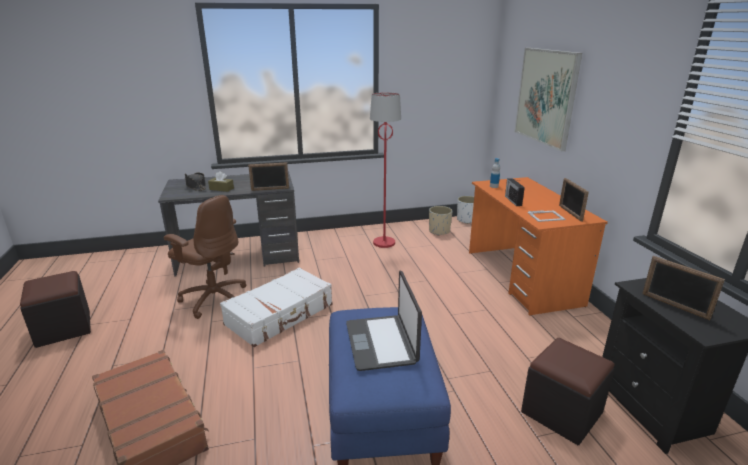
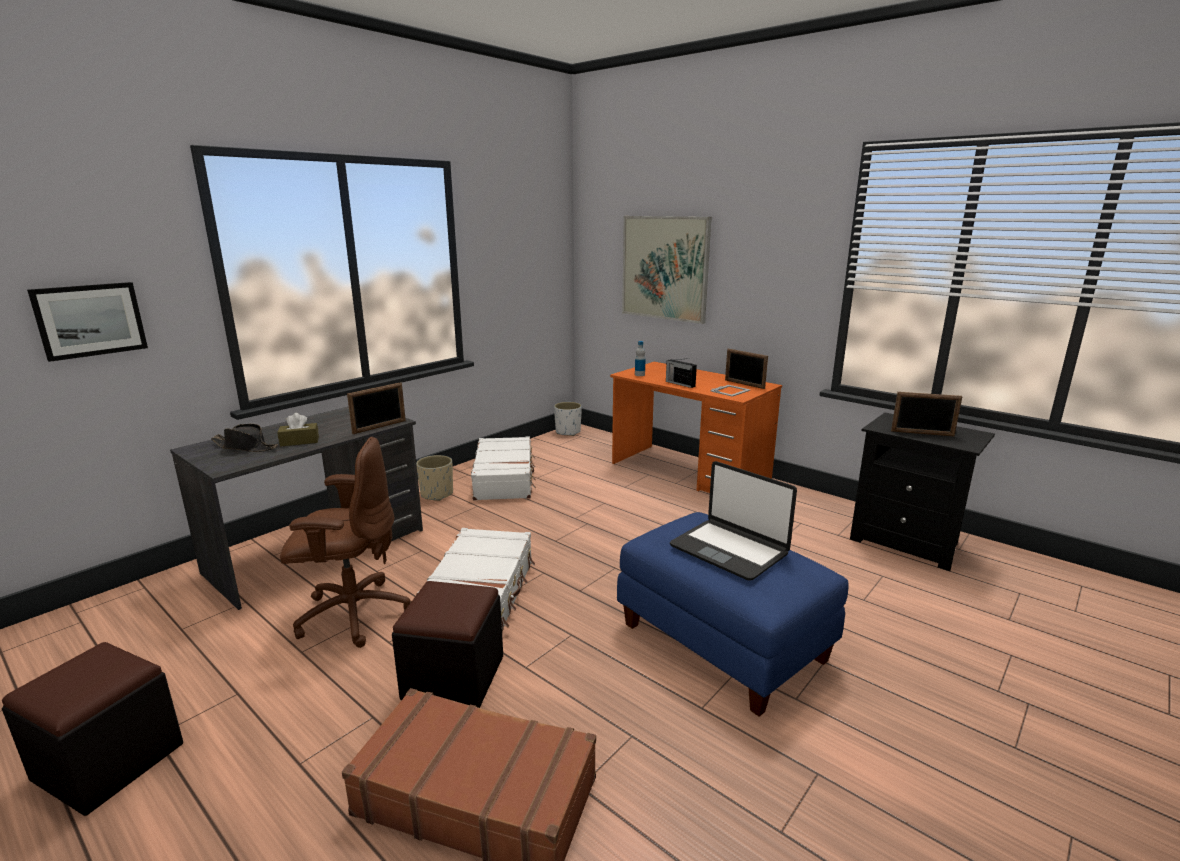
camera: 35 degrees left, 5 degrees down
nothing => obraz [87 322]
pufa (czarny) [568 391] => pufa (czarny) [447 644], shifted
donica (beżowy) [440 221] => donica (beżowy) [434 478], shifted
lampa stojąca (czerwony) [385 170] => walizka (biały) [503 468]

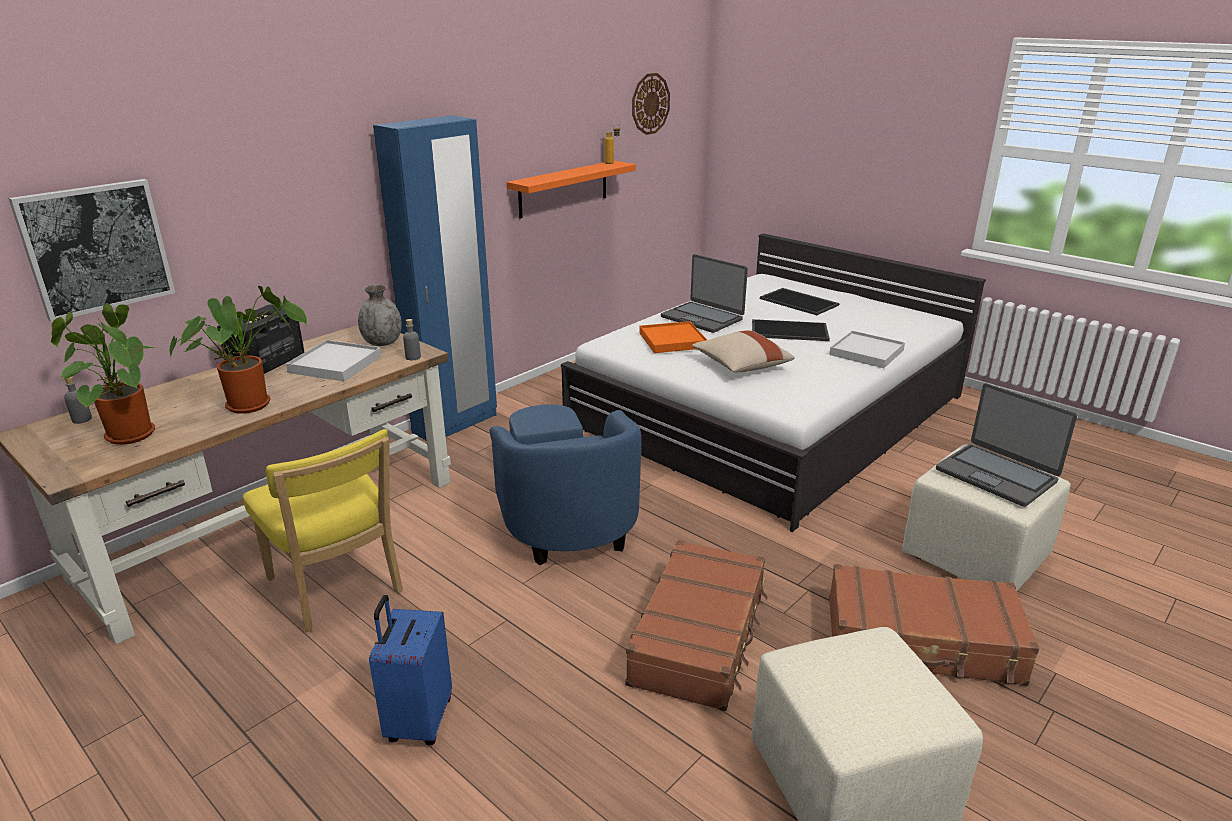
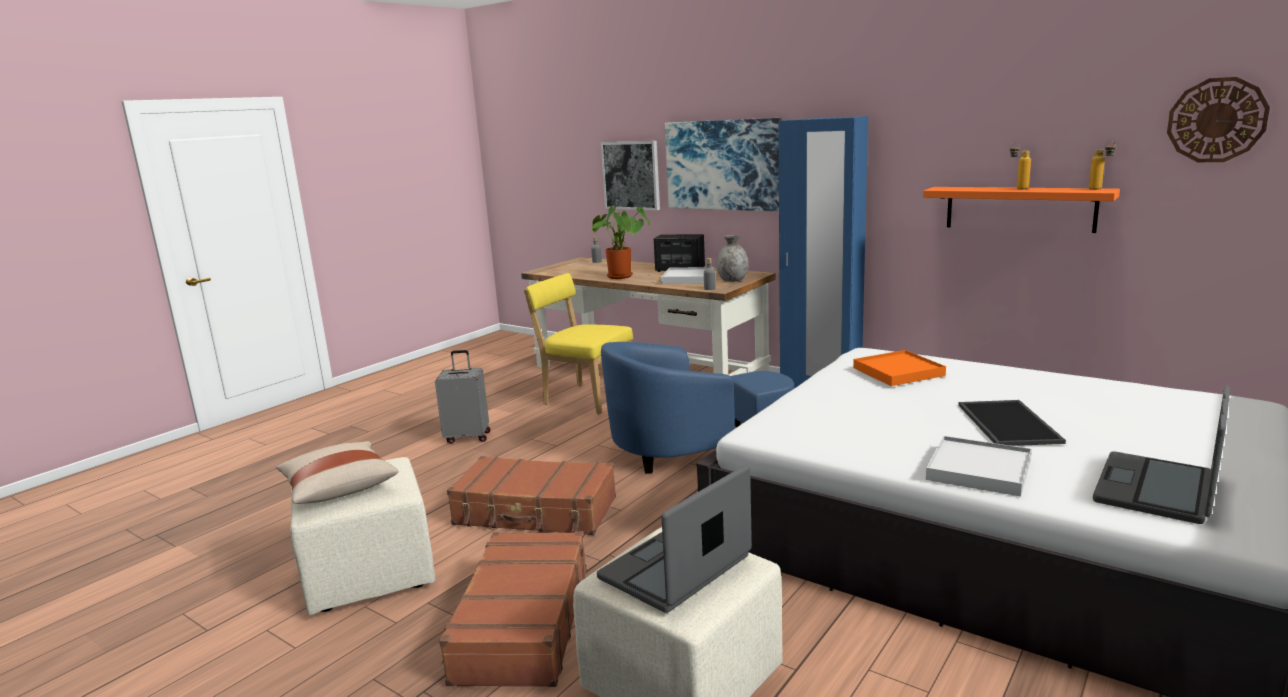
camera: 85 degrees right, 10 degrees down
poduszka (beżowy) [743 351] => poduszka (beżowy) [337 472], shifted
walizka (niebieski) [410 670] => walizka (szary) [462 397]
krzesło (żółty) [323 530] => krzesło (żółty) [578 343], 75 degrees clockwise
nothing => obraz [723 164]
nothing => butelka [1020 166]
laptop [704 293] => laptop [1161 454], shifted
roślina doniczkowa [103 374] => nothing
taca [799 301] => nothing

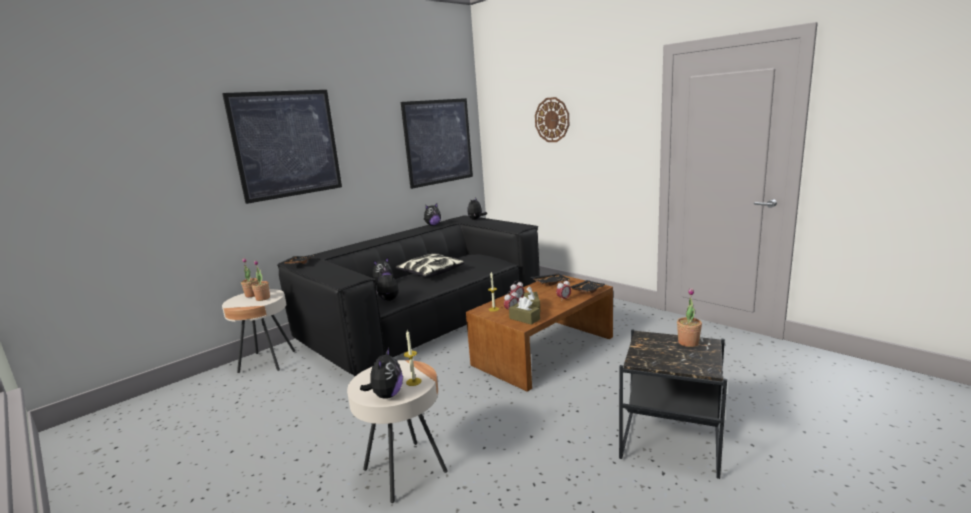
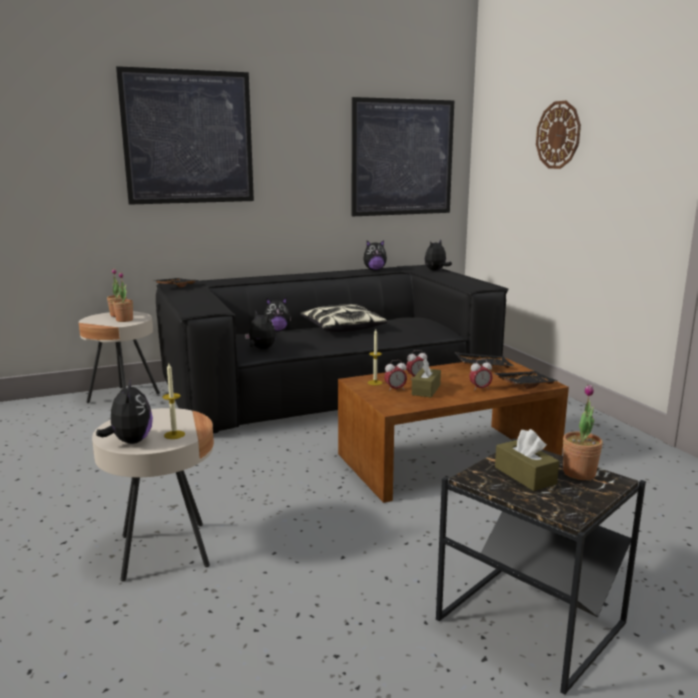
camera: 20 degrees right, 0 degrees up
pluszak [381 373] => pluszak [124 411], 45 degrees counterclockwise
pudełko chusteczek (brązowy) [524 311] => pudełko chusteczek (brązowy) [527 460], shifted

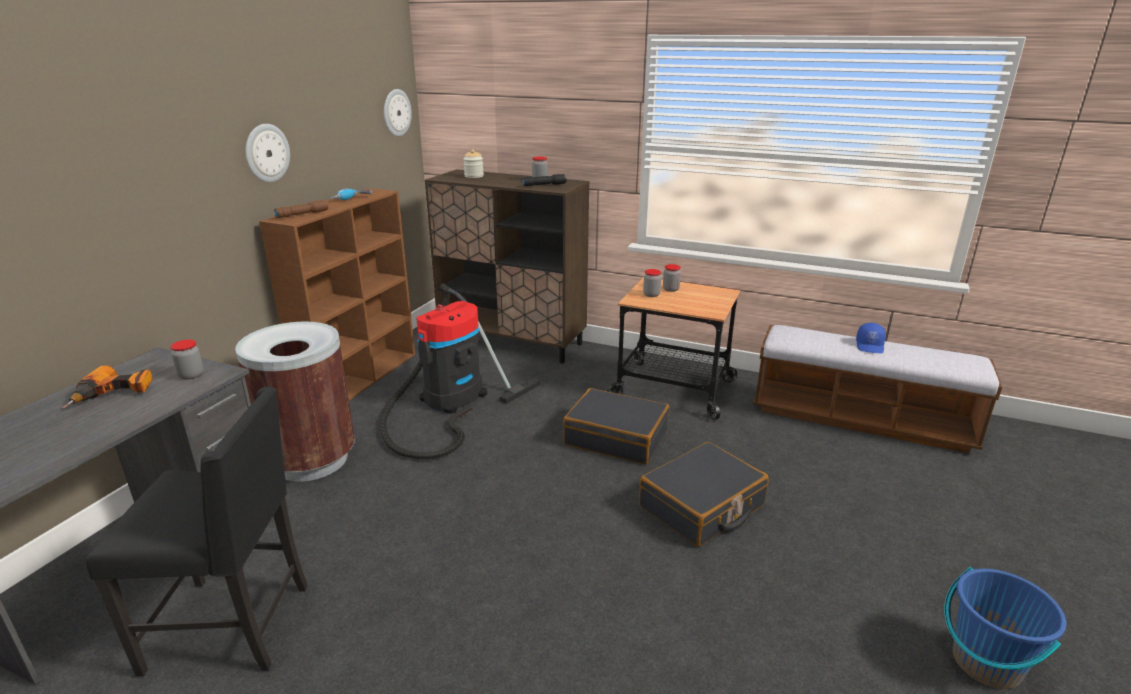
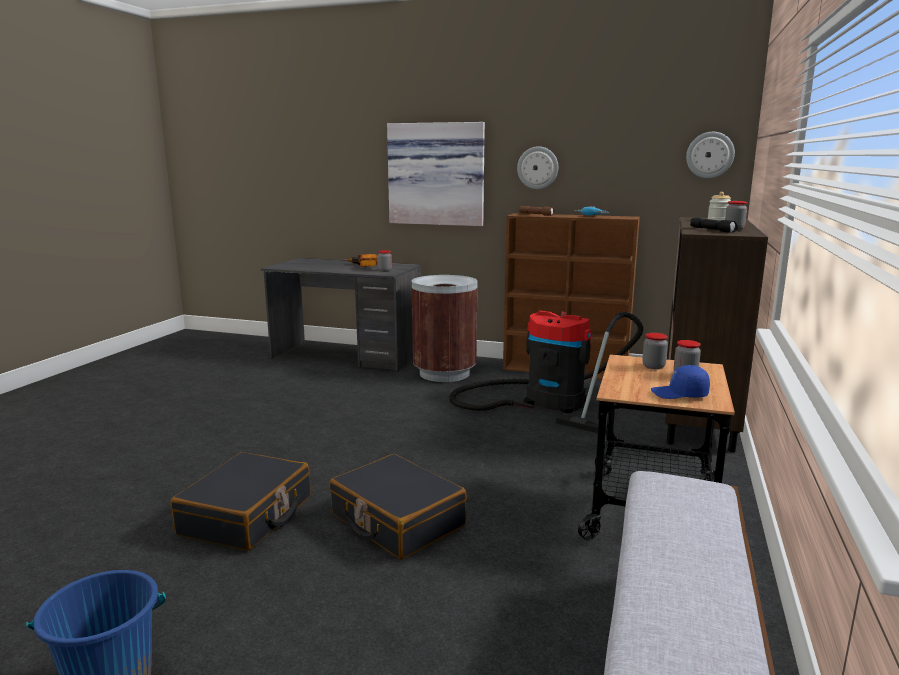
camera: 85 degrees right, 10 degrees down
walizka (czarny) [616 426] => walizka (czarny) [240 501], shifted
nothing => obraz [436 174]
czapka z daszkiem (niebieski) [871 338] => czapka z daszkiem (niebieski) [680 382], shifted
krzesło (czarny) [197 531] => nothing

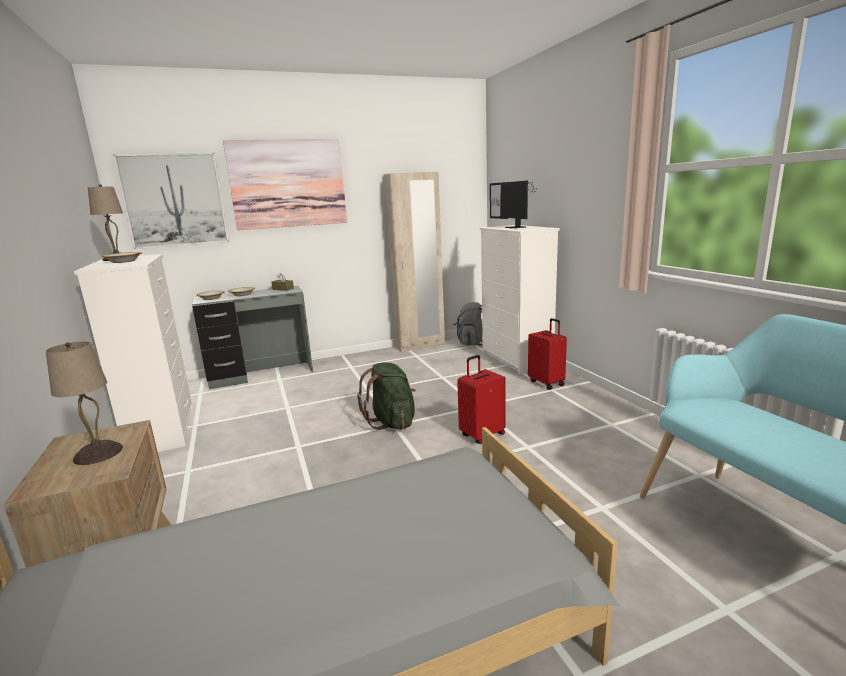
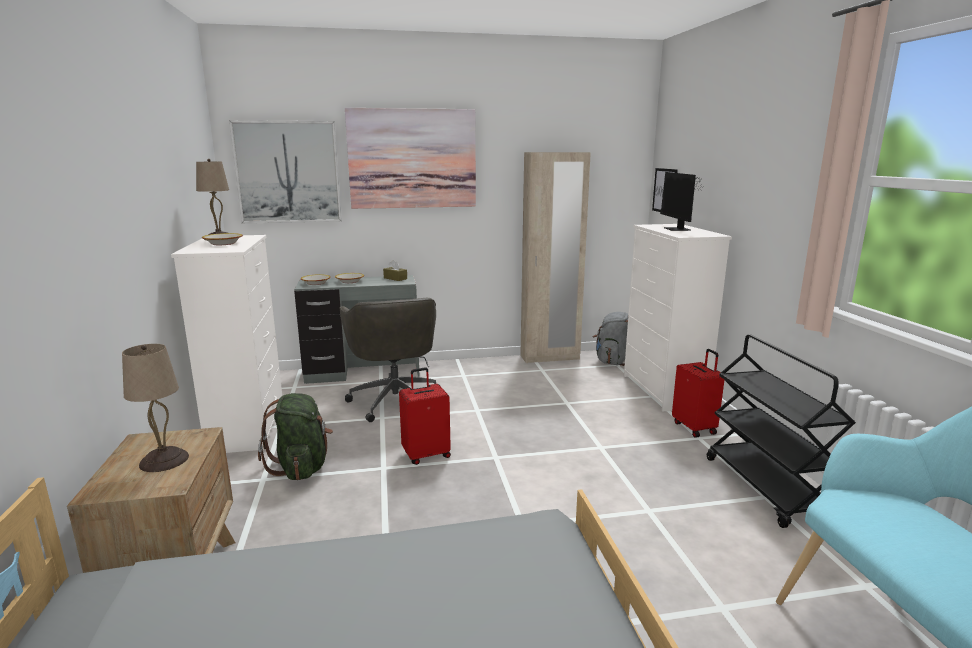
camera: 10 degrees right, 0 degrees up
plecak (zielony) [386 396] => plecak (zielony) [295 436], shifted
nothing => krzesło biurowe (szary) [387 360]
walizka (czerwony) [481 399] => walizka (czerwony) [425 416], shifted
nothing => wózek (czarny) [781 431]

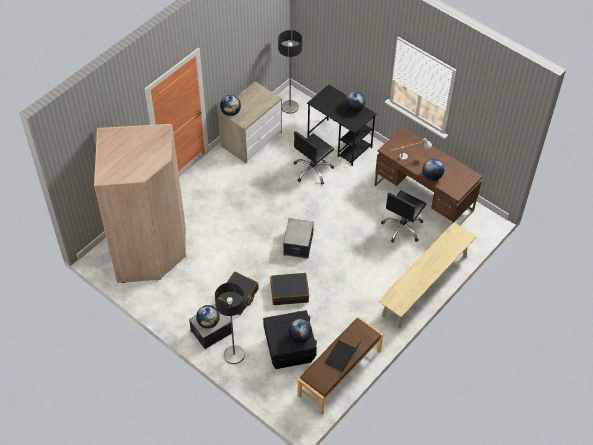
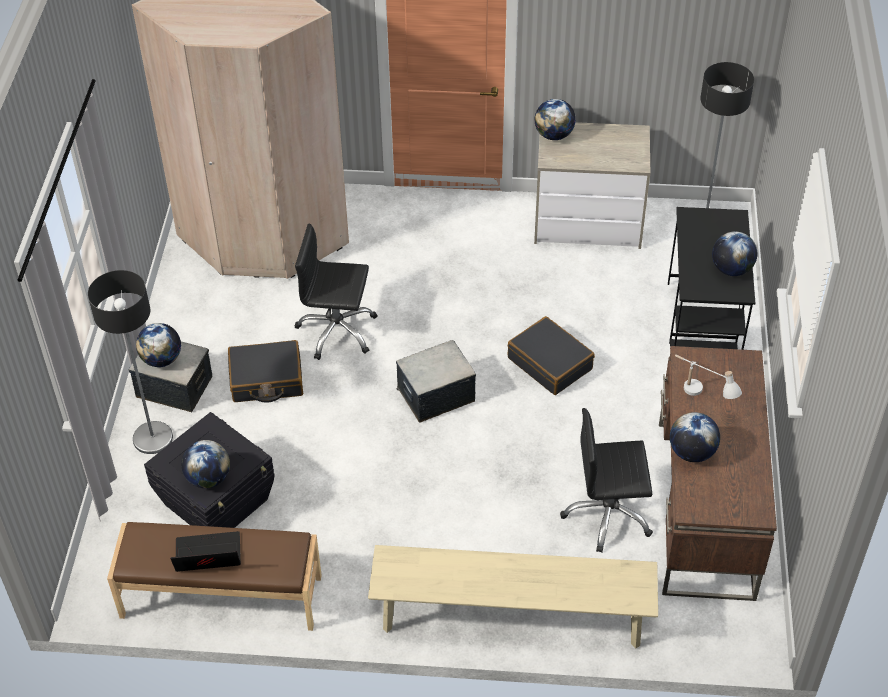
camera: 55 degrees right, 5 degrees down
krzesło biurowe (czarny) [314 158] => krzesło biurowe (czarny) [336 292], shifted
walizka (czarny) [289 289] => walizka (czarny) [551 355], shifted

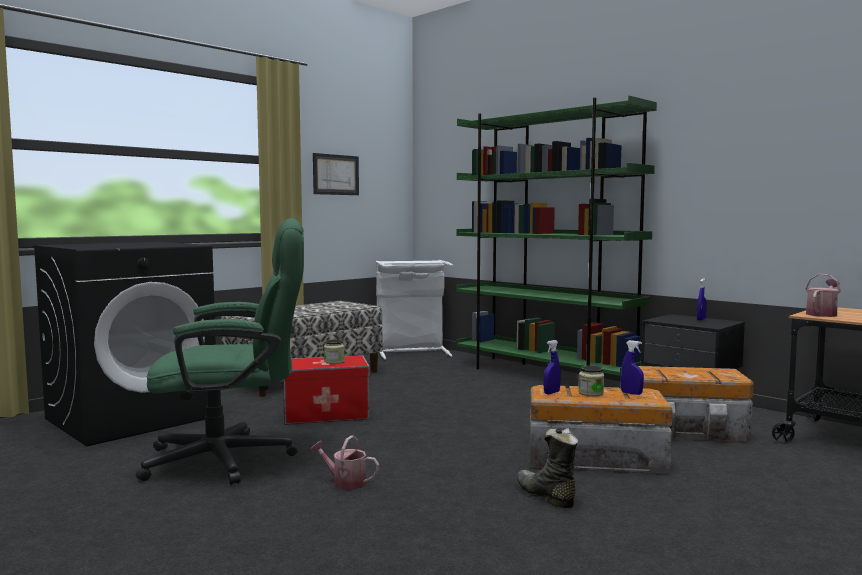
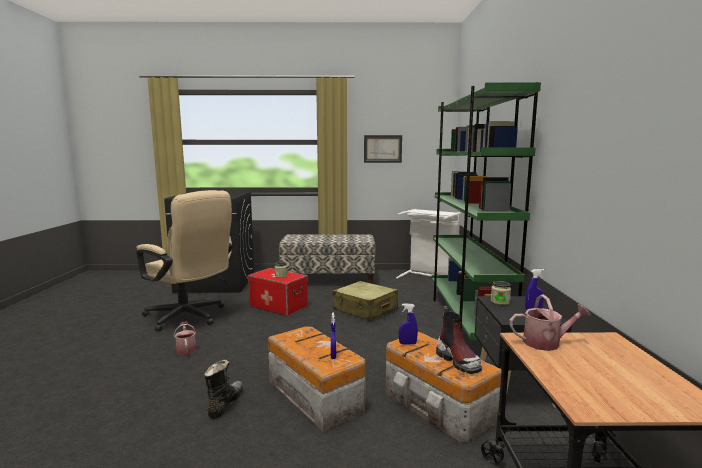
camera: 45 degrees right, 5 degrees up
krzesło biurowe (zielony) [220 351] => krzesło biurowe (beżowy) [184 260]
nothing => walizka (beżowy) [365 301]
spryskiwacz (niebieski) [552 367] => spryskiwacz (niebieski) [408 324], shifted
nothing => but z cholewką [459 340]
słoik [591 380] => słoik [501 293], shifted

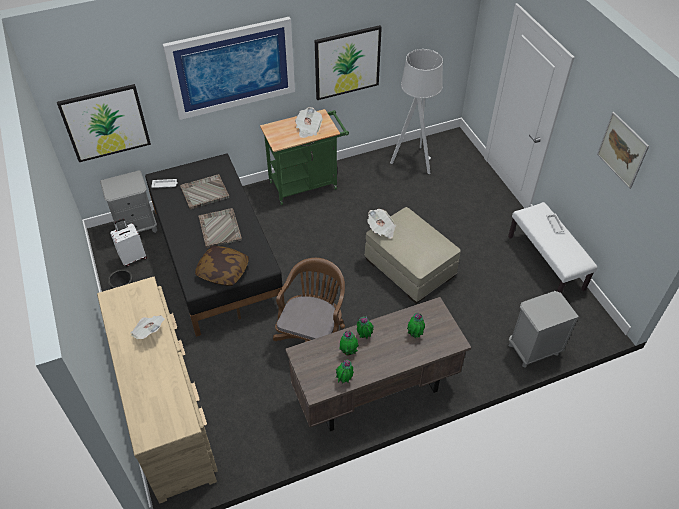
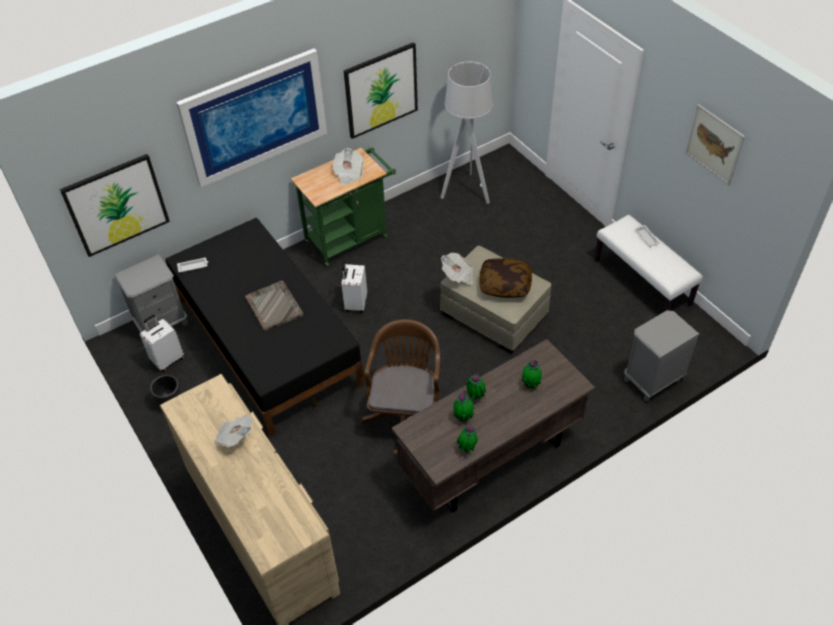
camera: 10 degrees left, 0 degrees up
nothing => walizka (biały) [354 286]
poduszka [222 266] => poduszka [505 278], shifted
taca (szary) [205 192] => nothing

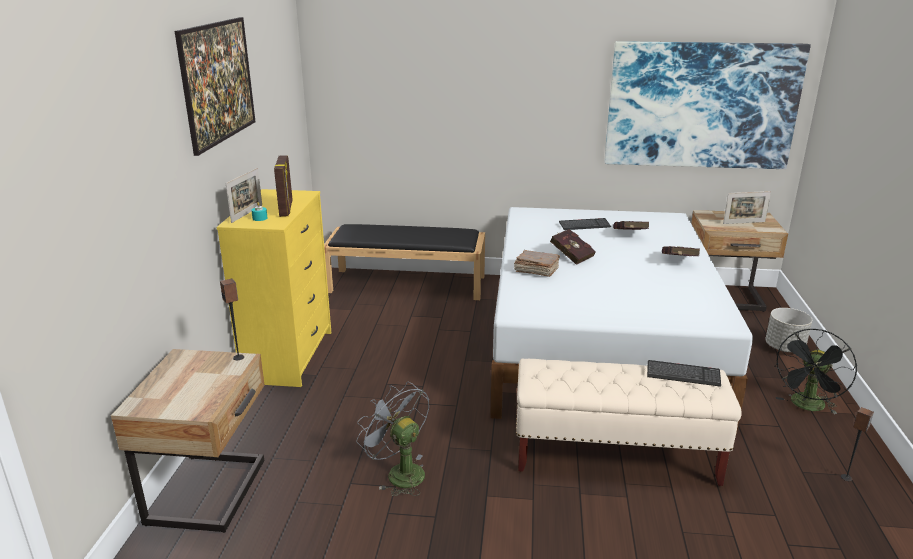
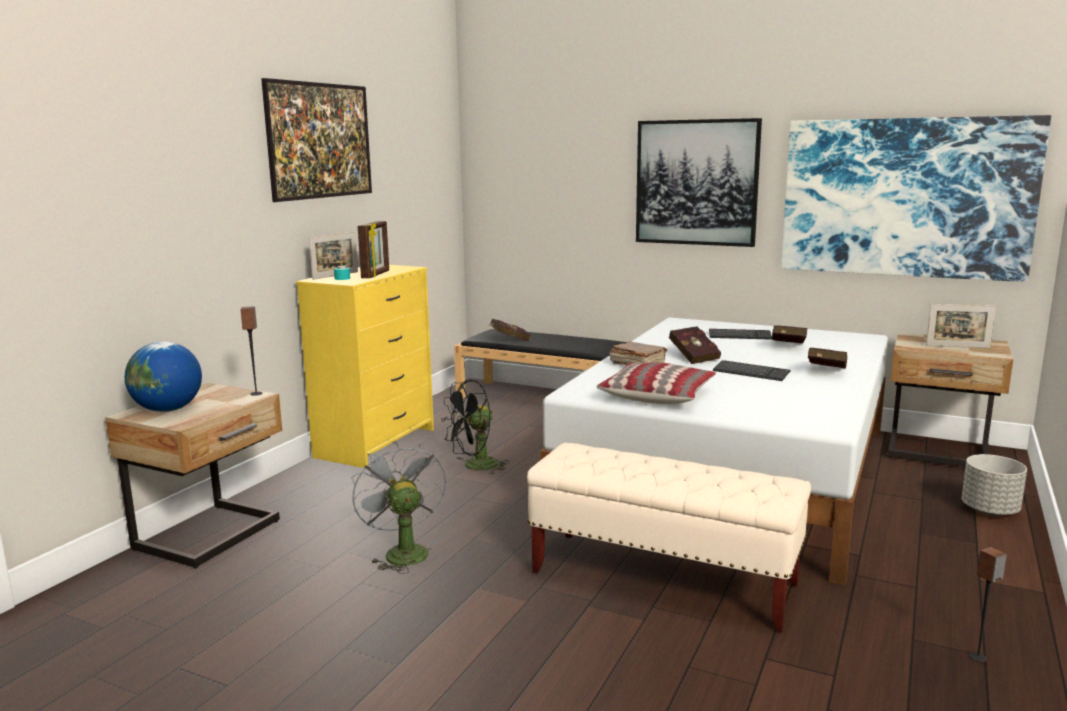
camera: 20 degrees right, 10 degrees down
nothing => globus [163 376]
wentylator (czarny) [815 371] => wentylator (czarny) [475 427], shifted
nothing => książka (czerwony) [508 330]
nothing => poduszka [656 383]
nothing => obraz [699 182]
klawiatura [684 373] => klawiatura [752 370], shifted

